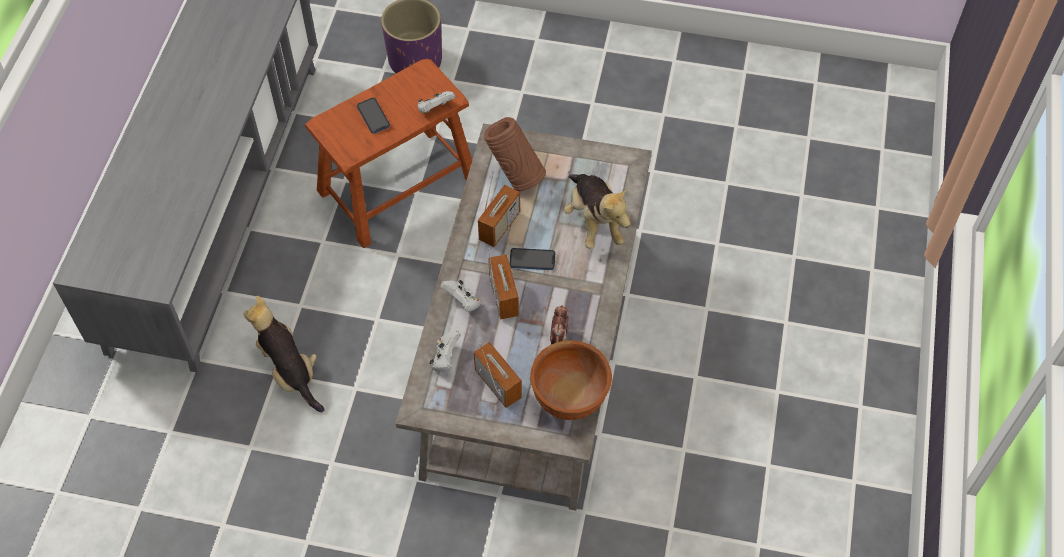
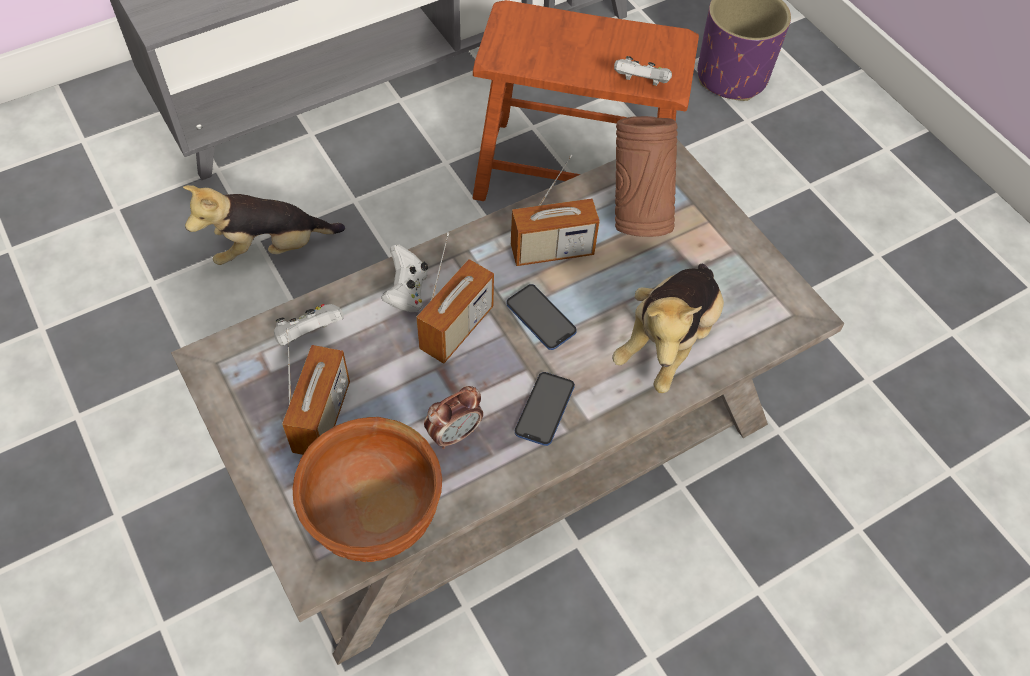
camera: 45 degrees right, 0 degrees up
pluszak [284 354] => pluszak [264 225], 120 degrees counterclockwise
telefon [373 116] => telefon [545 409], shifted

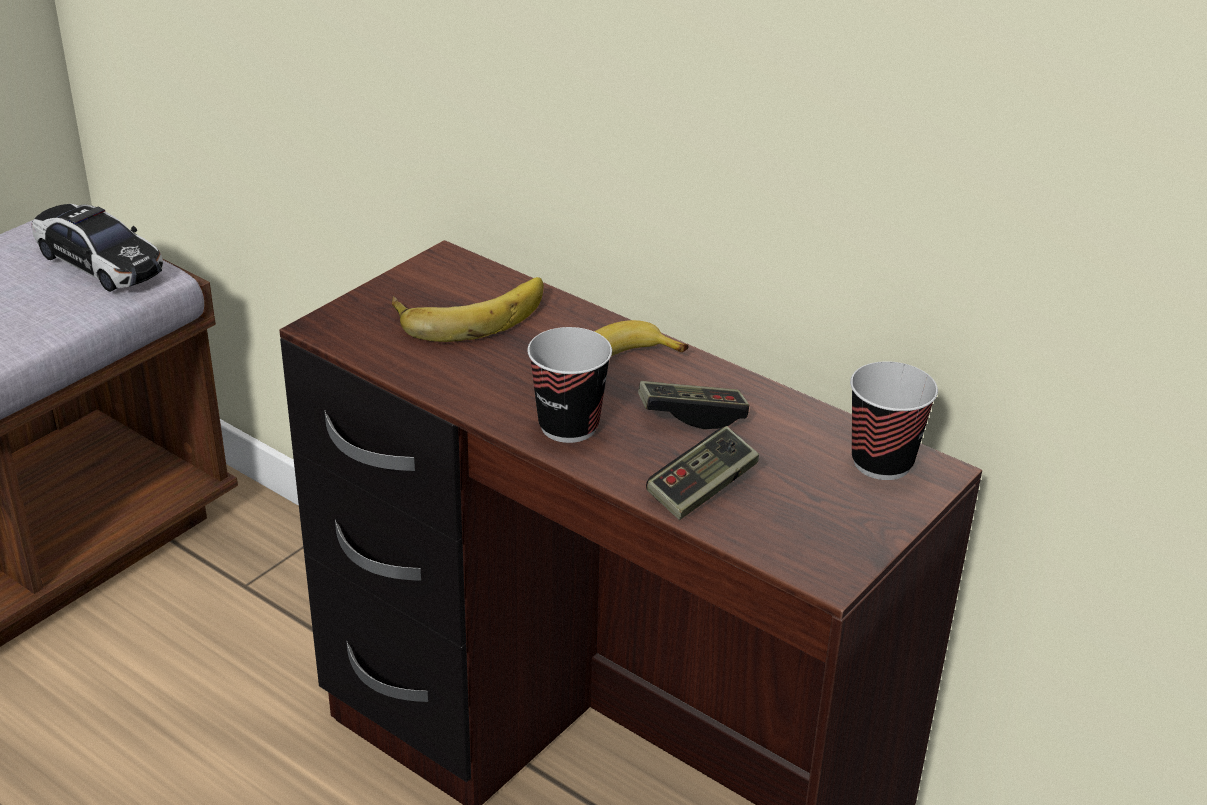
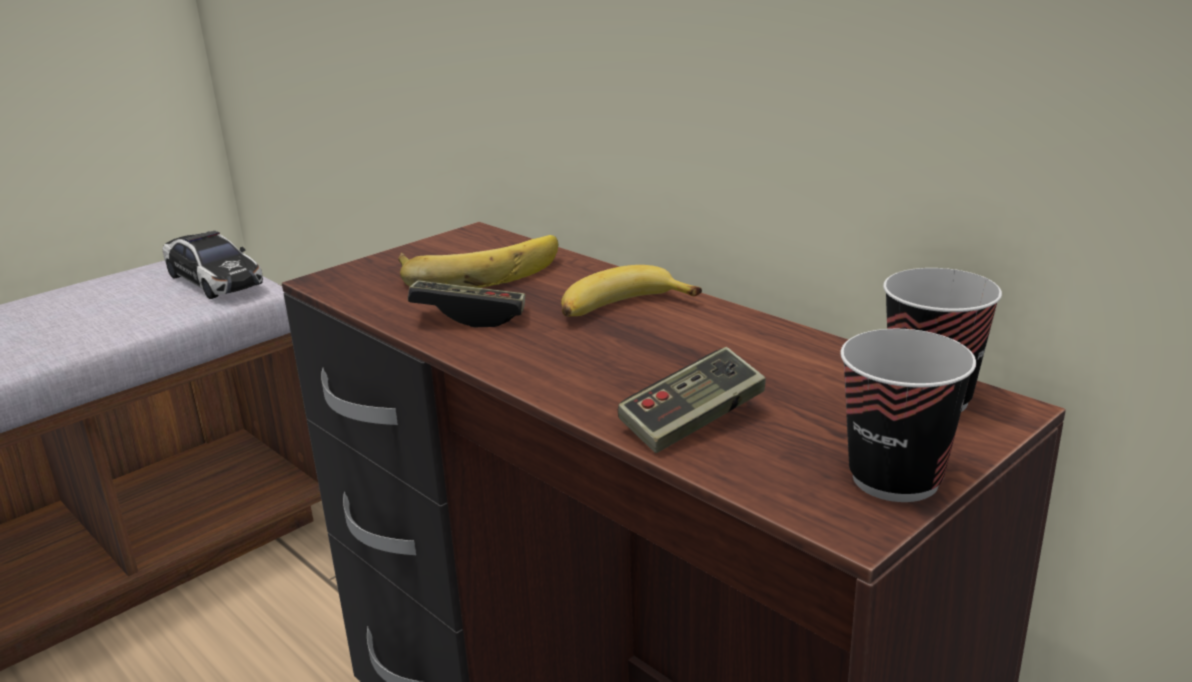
camera: 10 degrees right, 10 degrees down
pad do gier [693 405] => pad do gier [466 303], shifted
filiżanka [569 385] => filiżanka [908 415], shifted

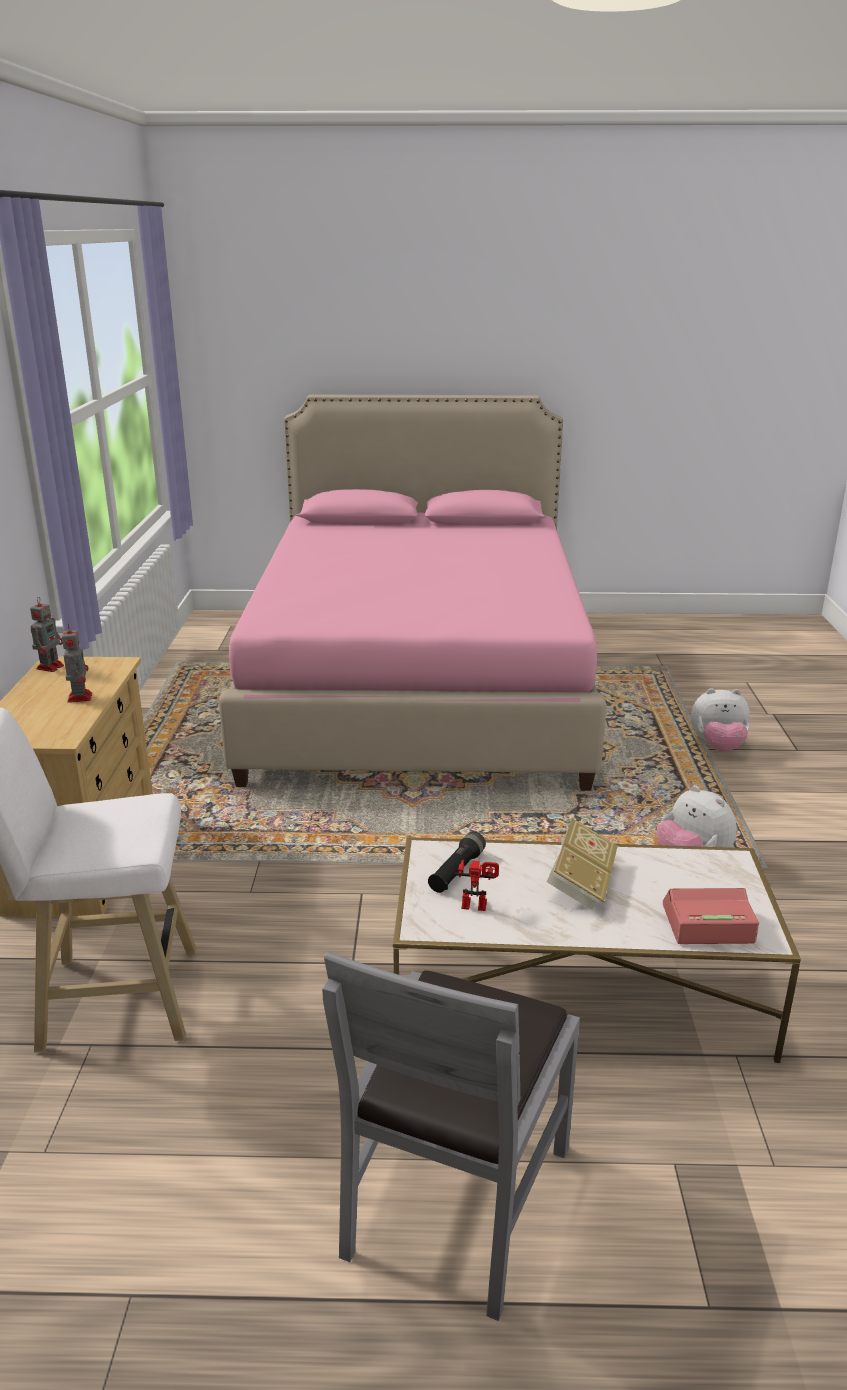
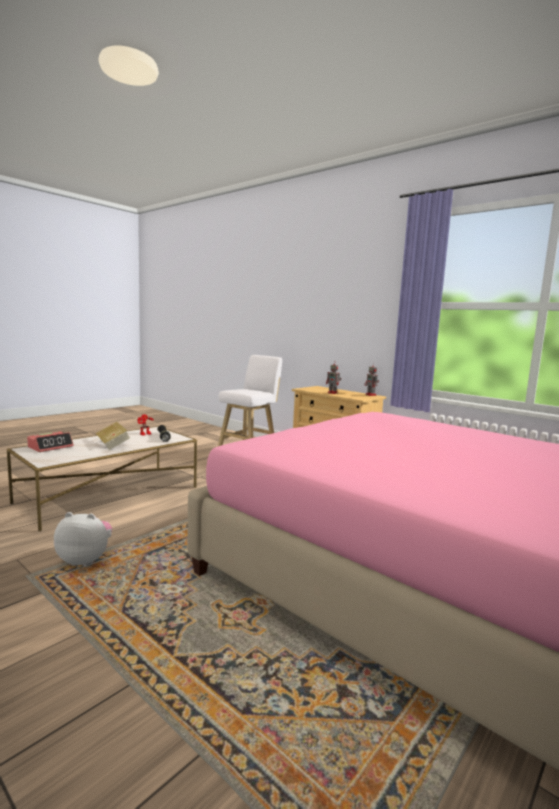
camera: 130 degrees right, 15 degrees down
krzesło (szary) [451 1136] => nothing
pluszak [720 720] => nothing

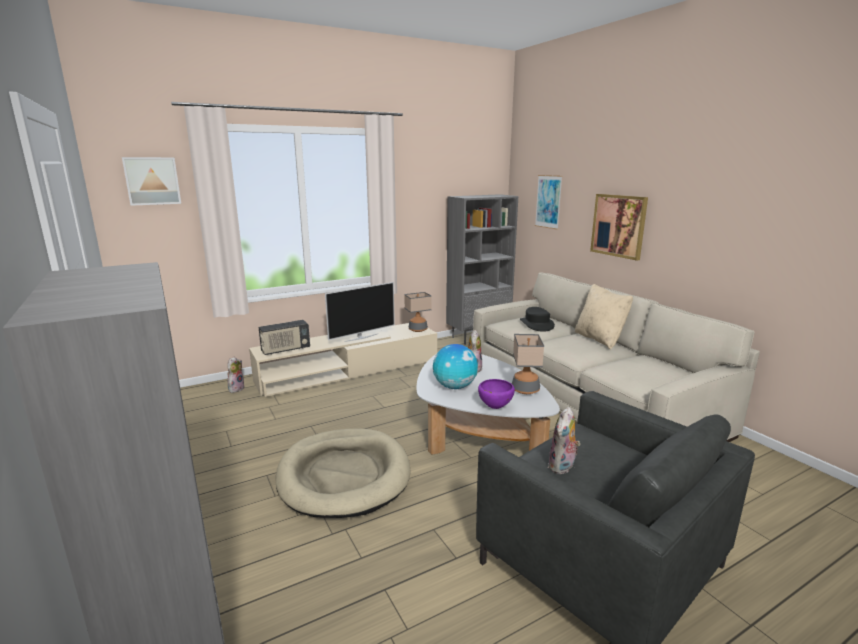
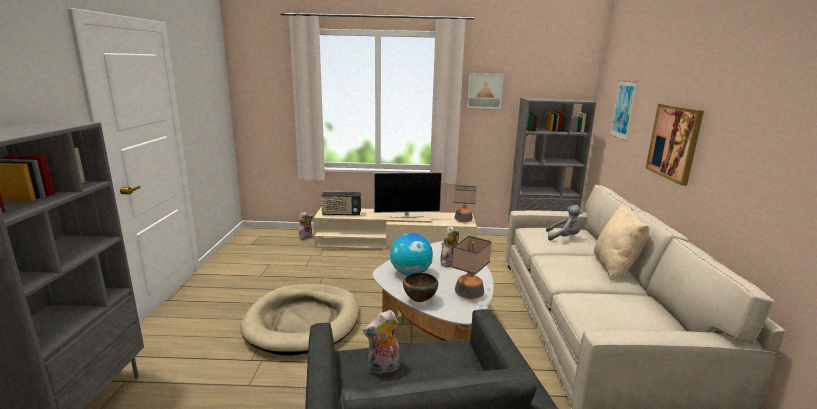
camera: 30 degrees right, 0 degrees up
miska (fioletowy) [496 394] => miska (brązowy) [420 287]
obraz [151 181] => obraz [485 91], shifted
kapelusz (czarny) [537 319] => pluszak (szary) [564 223]

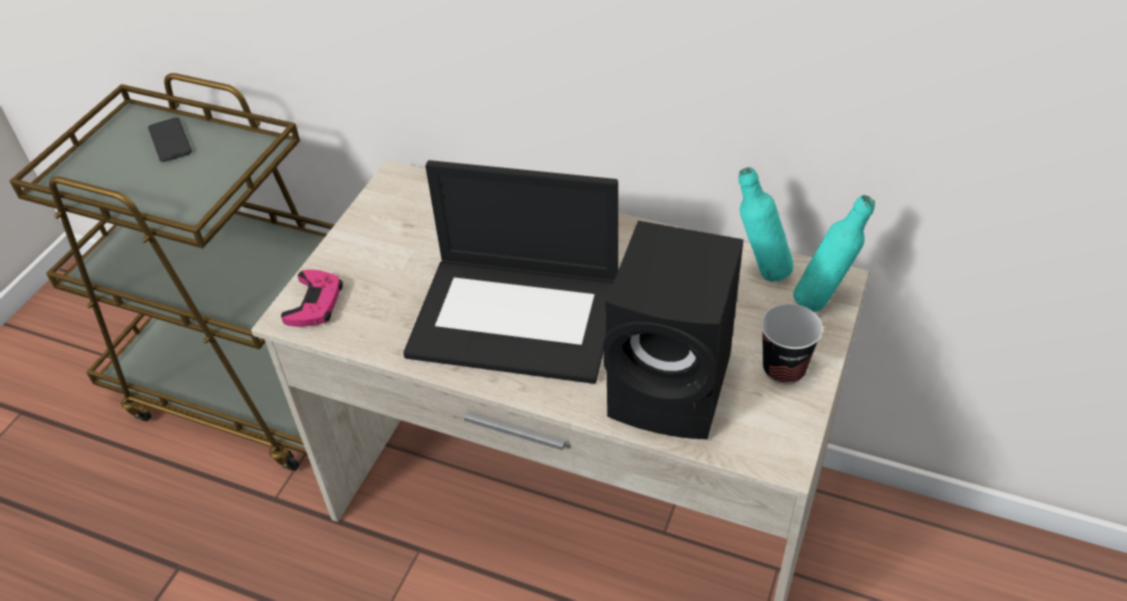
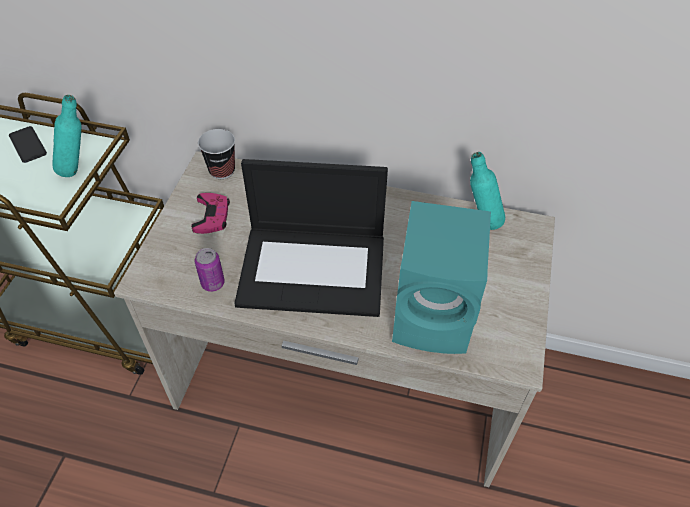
camera: 10 degrees left, 5 degrees up
butelka (turkusowy) [834 253] => butelka (turkusowy) [67 136], shifted
pad do gier (różowy) [312 298] => pad do gier (różowy) [210 213], shifted
nothing => puszka [210 270]
filiżanka [792 344] => filiżanka [216 154], shifted
głośnik (czarny) [674 330] => głośnik (turkusowy) [441 277]

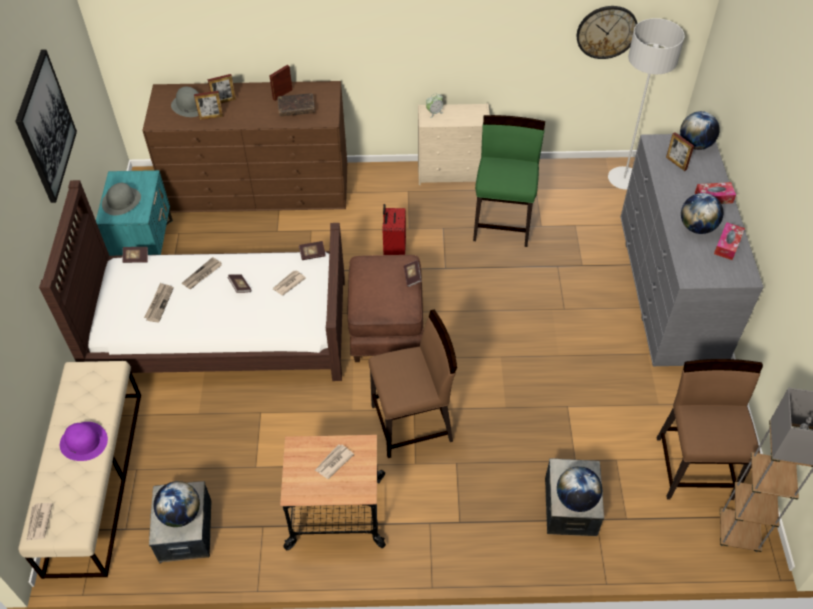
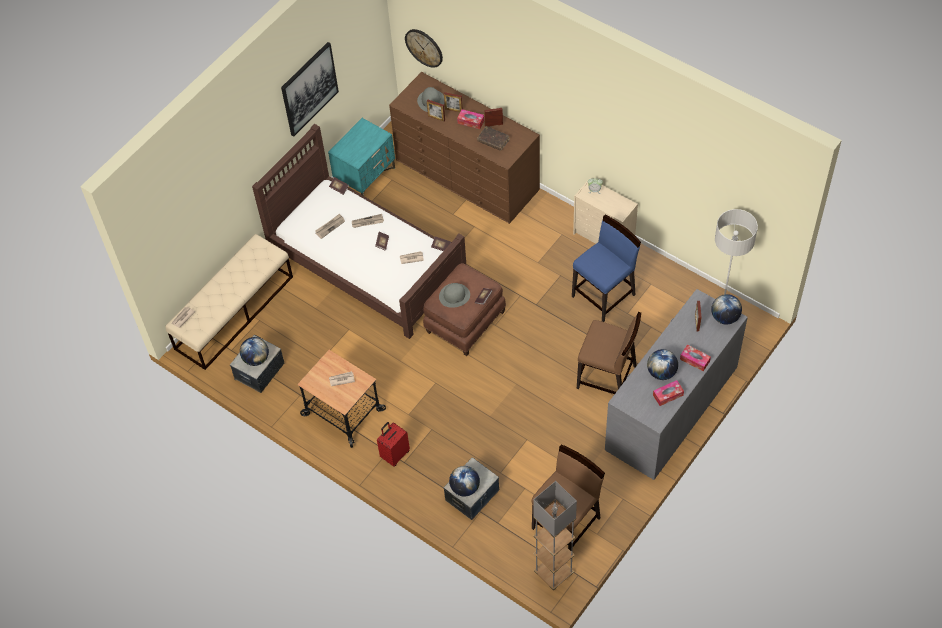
camera: 40 degrees right, 5 degrees up
walizka (czerwony) [394 229] => walizka (czerwony) [393 444], shifted
zegar ścienny [607 32] => zegar ścienny [424 48], shifted
kapelusz (szary) [121 199] => kapelusz (szary) [454 295], shifted
nothing => pudełko chusteczek [470 119]
krzesło (zielony) [509 181] => krzesło (niebieski) [606 268]
krzesło (brązowy) [413 384] => krzesło (brązowy) [609 353], shifted
kapelusz (fioletowy) [84 441] => nothing

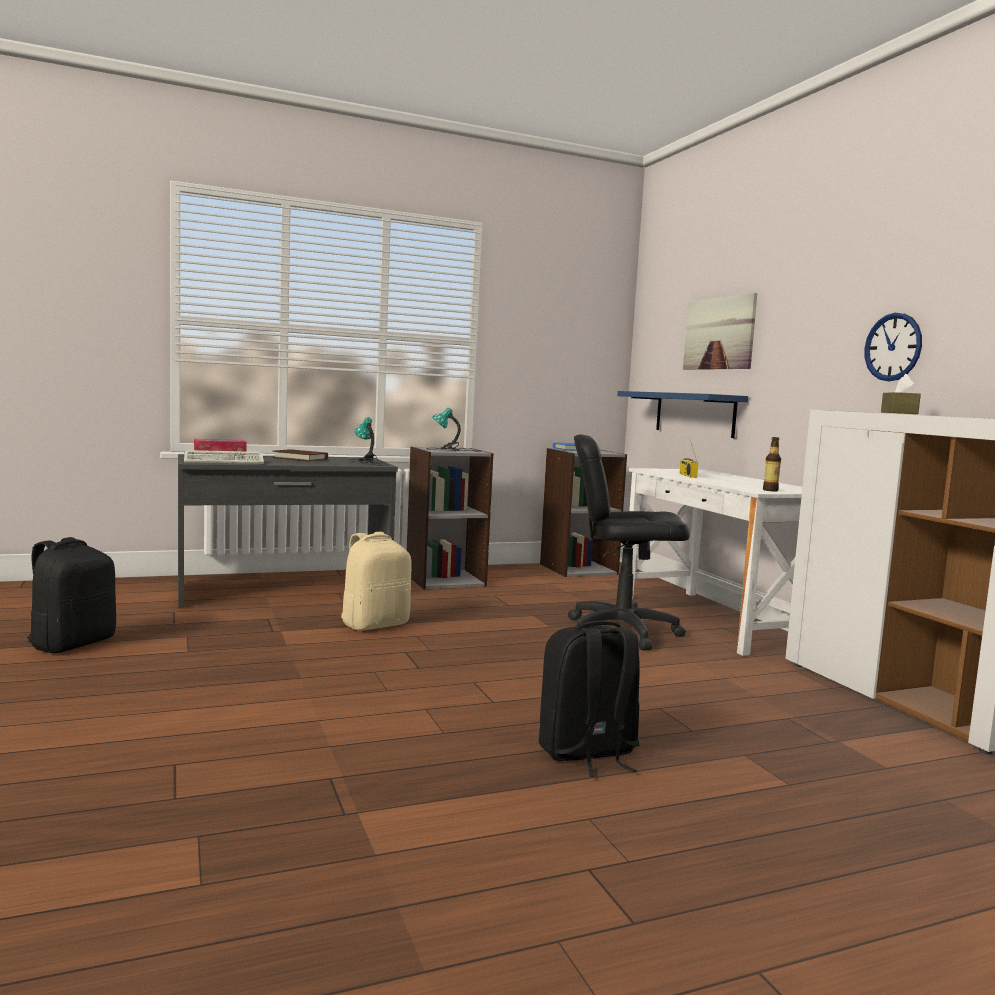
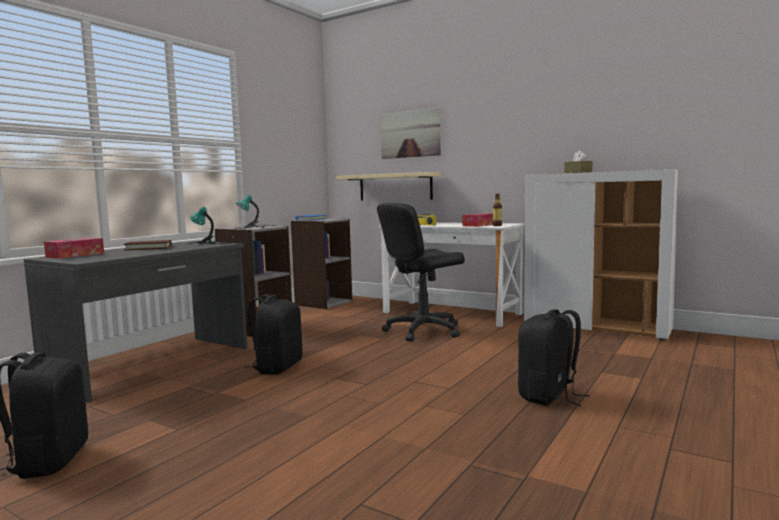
camera: 35 degrees left, 0 degrees up
plecak (beżowy) [376 581] => plecak (czarny) [273 334]
półka (niebieski) [682 414] => półka (beżowy) [389 186]
nothing => pudełko chusteczek [477 220]
klawiatura [224 457] => nothing
zegar ścienny [893 347] => nothing

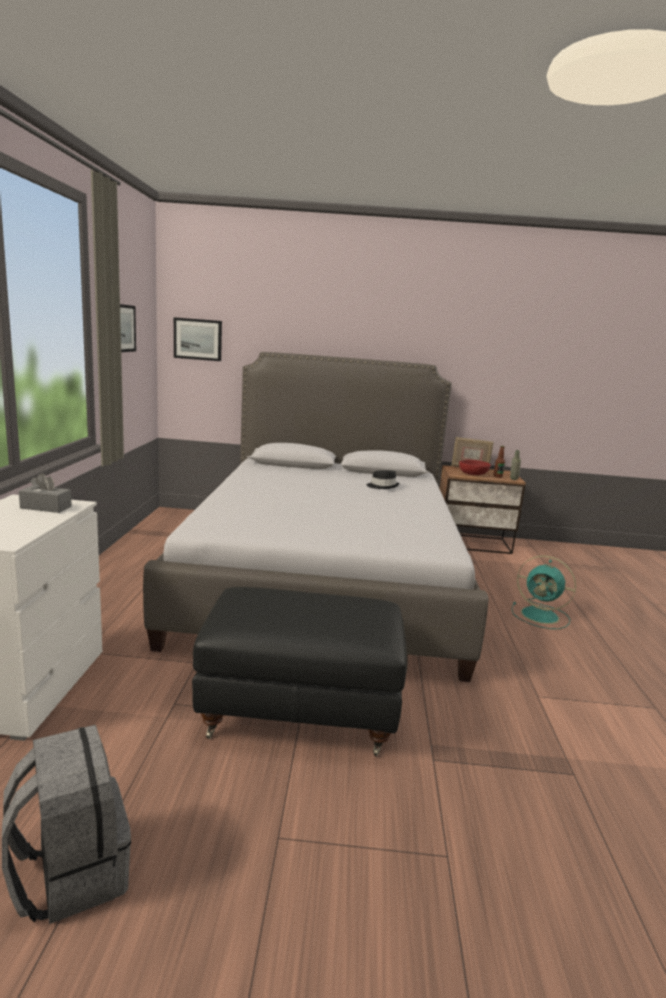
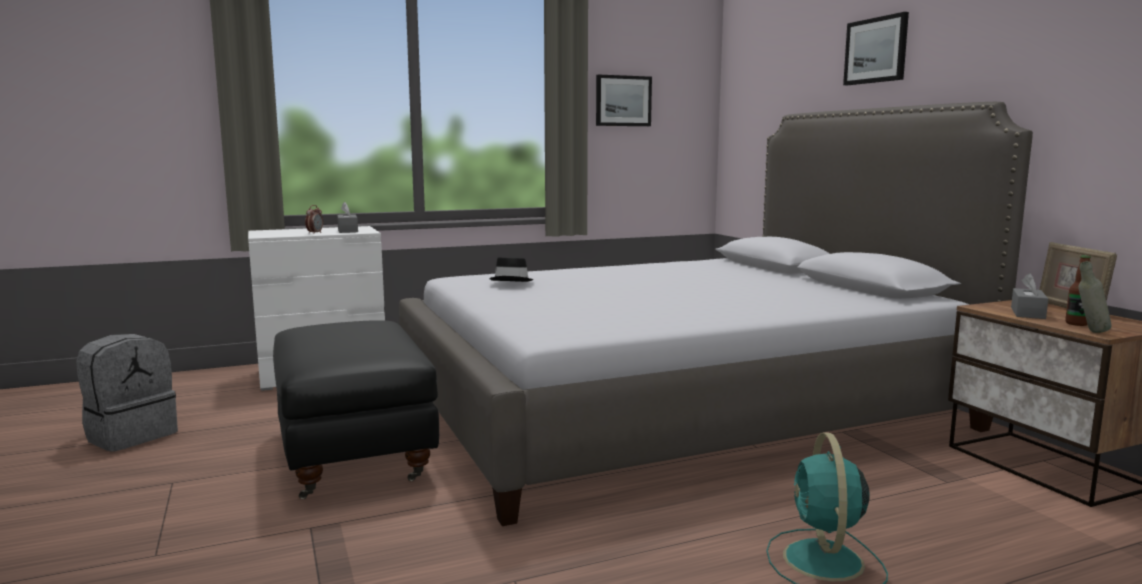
camera: 65 degrees right, 5 degrees down
nothing => budzik [314 219]
kapelusz (czarny) [382 479] => kapelusz (czarny) [512 269], shifted
obraz [198 339] => obraz [876 48], shifted
miska (czerwony) [475 467] => pudełko chusteczek (szary) [1029 296]

